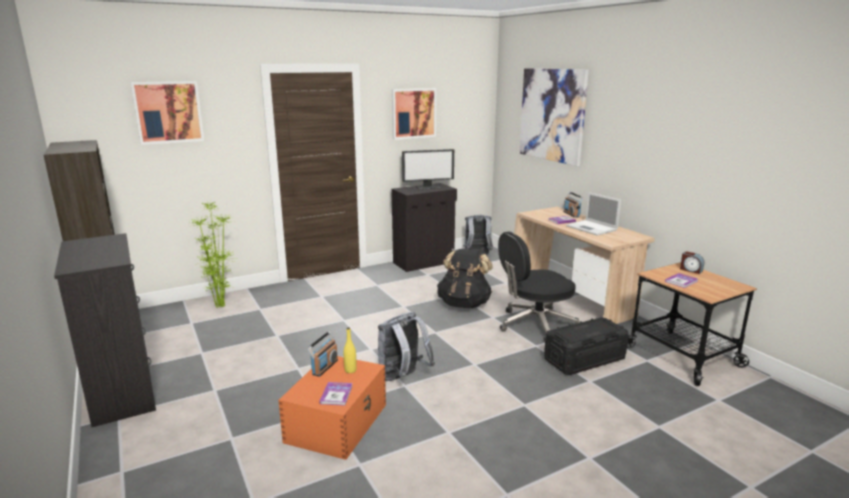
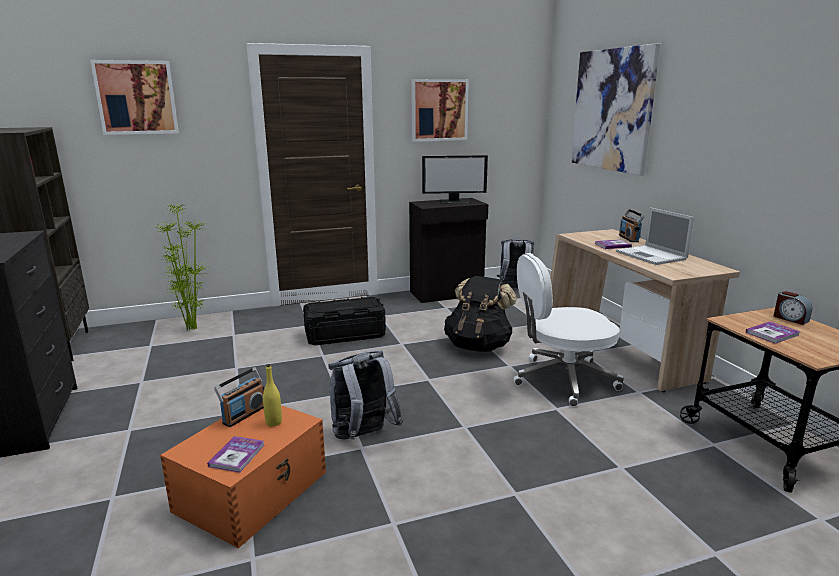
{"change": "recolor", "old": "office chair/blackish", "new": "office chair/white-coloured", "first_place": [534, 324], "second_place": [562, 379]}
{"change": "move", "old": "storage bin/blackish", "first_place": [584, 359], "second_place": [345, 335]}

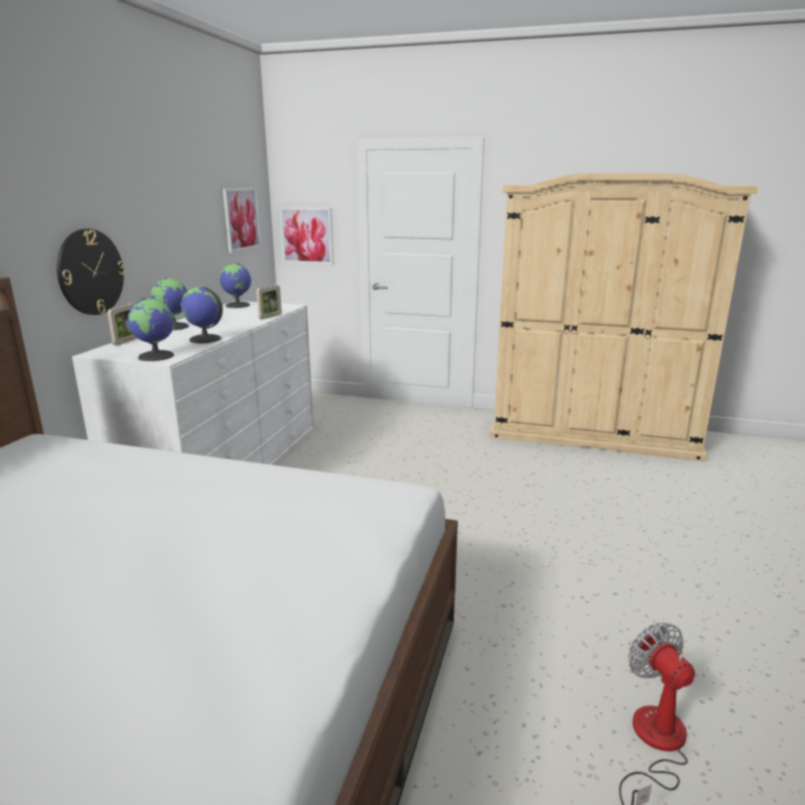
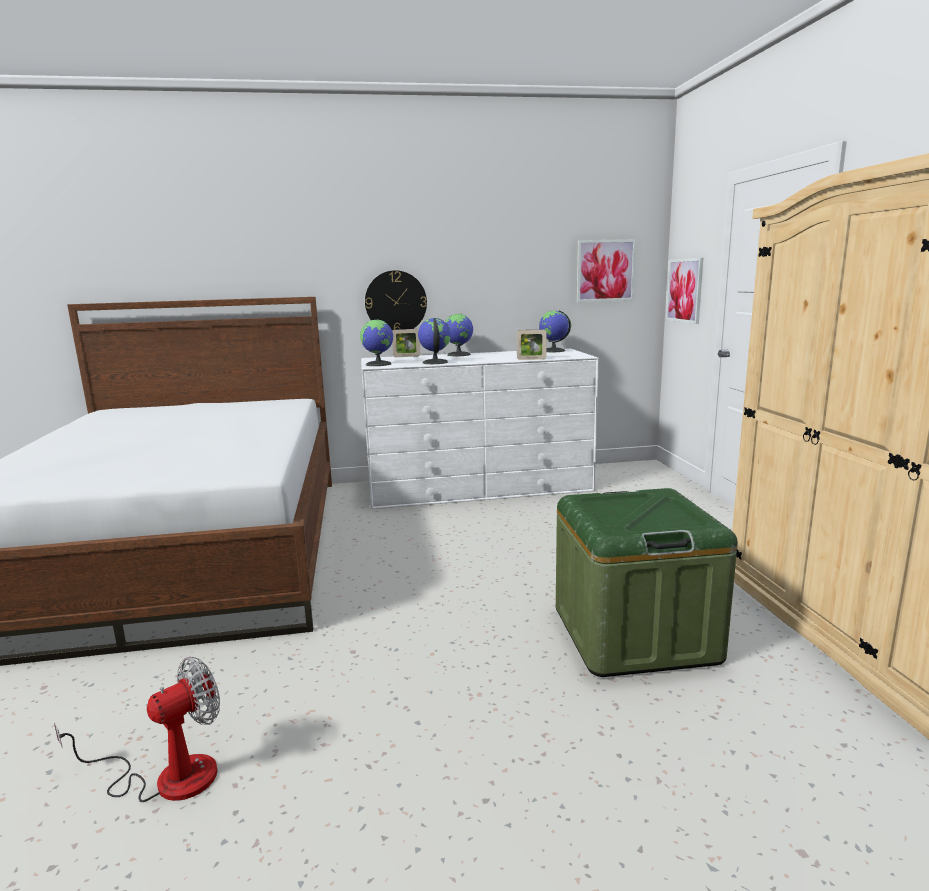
{"change": "insert", "new": "storage bin/green-coloured", "second_place": [634, 634]}

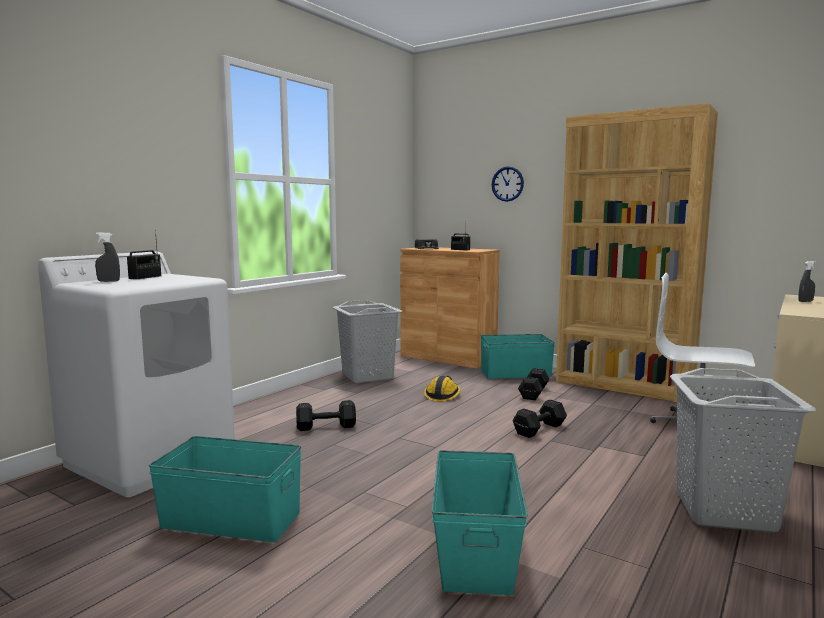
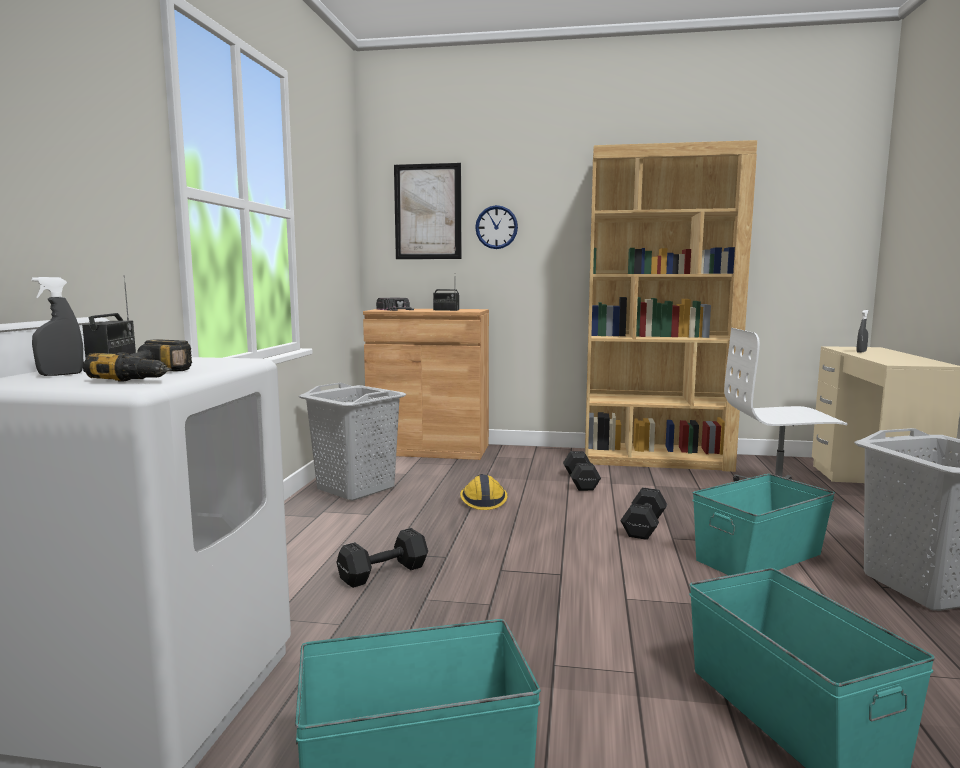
{"change": "move", "old": "storage bin/blue-green", "first_place": [515, 373], "second_place": [757, 556]}
{"change": "insert", "new": "wall picture", "second_place": [428, 212]}
{"change": "insert", "new": "electric drill", "second_place": [155, 376]}

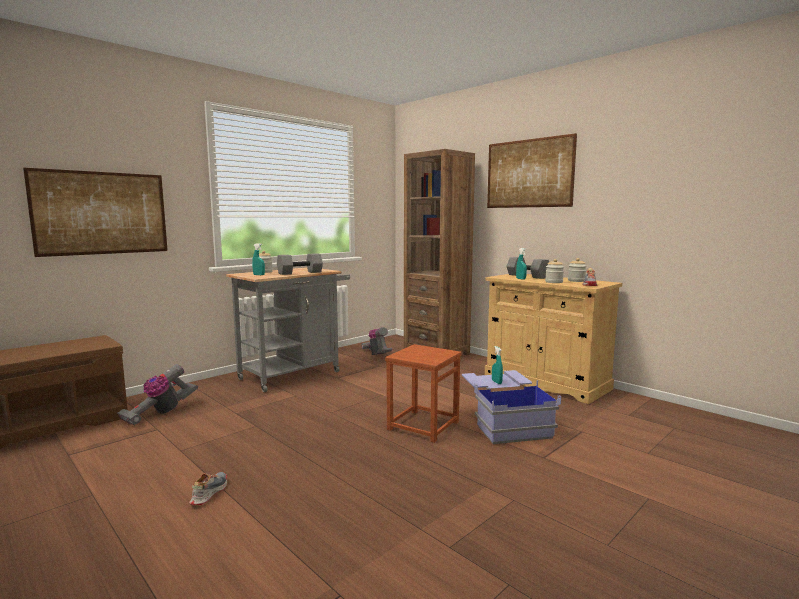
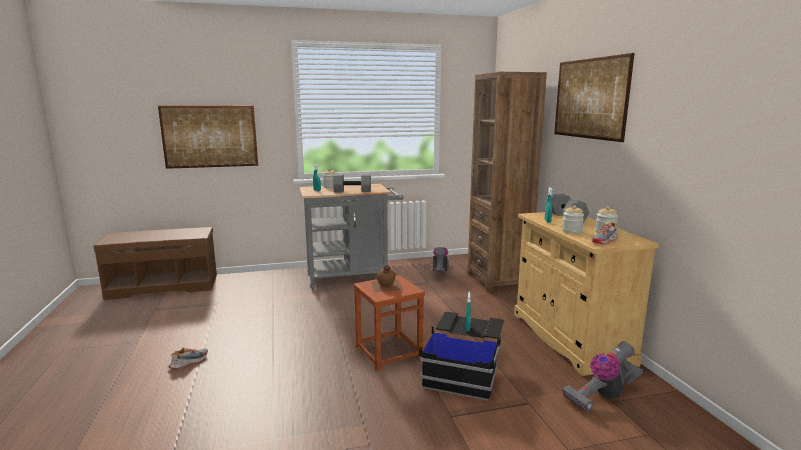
{"change": "move", "old": "vacuum", "first_place": [160, 413], "second_place": [602, 396]}
{"change": "recolor", "old": "storage bin/blue-coloured", "new": "storage bin/blackish", "first_place": [504, 422], "second_place": [464, 370]}
{"change": "insert", "new": "bottle/brownish", "second_place": [386, 285]}

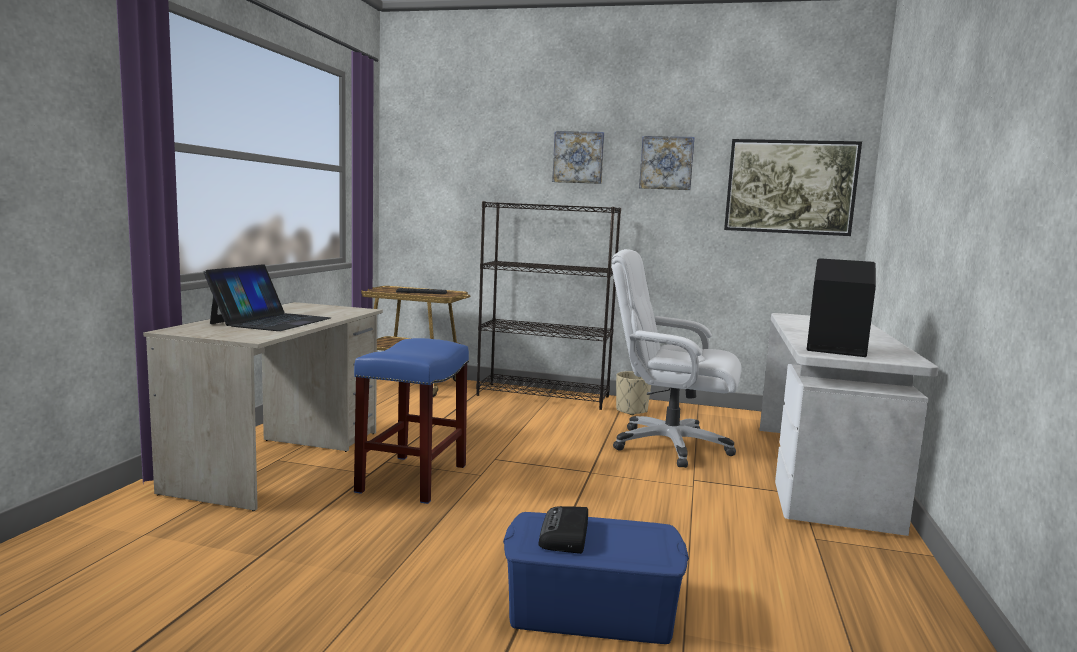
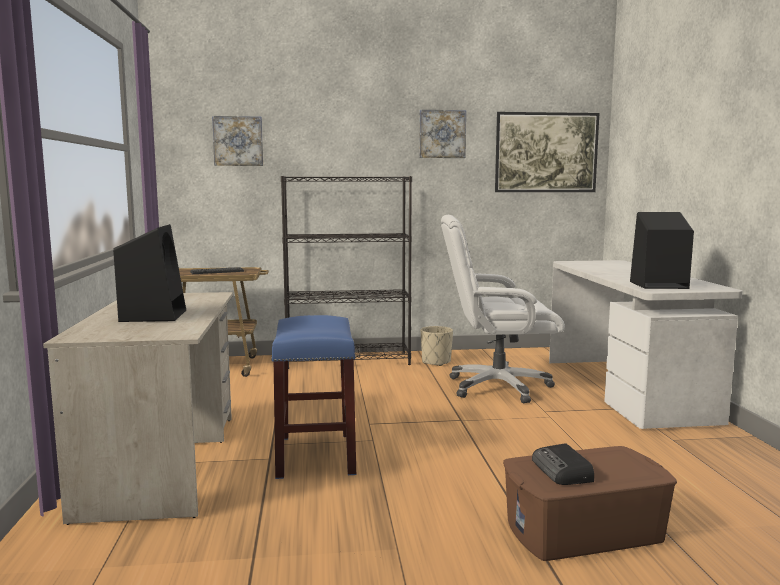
{"change": "move", "old": "wall picture", "first_place": [578, 157], "second_place": [238, 141]}
{"change": "replace", "old": "portable computer", "new": "audio speaker/blackish", "first_place": [271, 321], "second_place": [153, 315]}
{"change": "recolor", "old": "storage bin/blue-coloured", "new": "storage bin/brownish", "first_place": [591, 610], "second_place": [584, 531]}

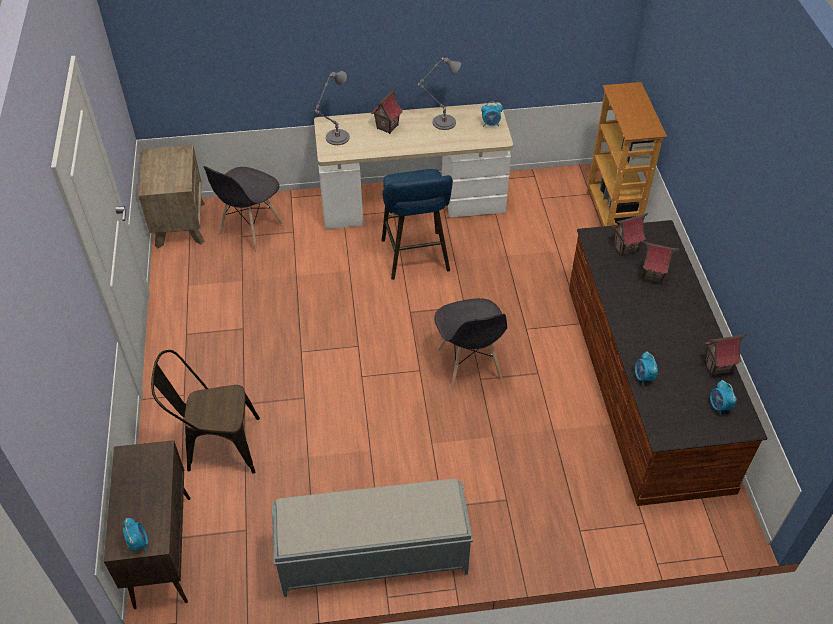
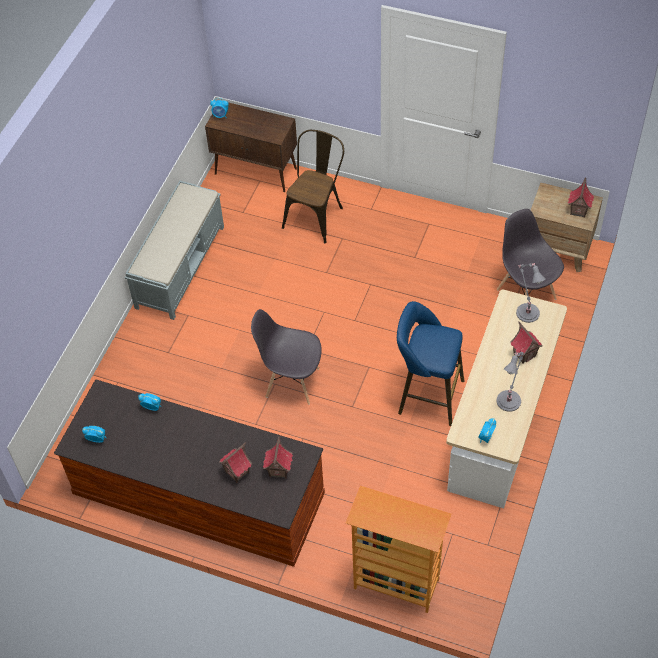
{"change": "move", "old": "toy house", "first_place": [717, 367], "second_place": [578, 211]}

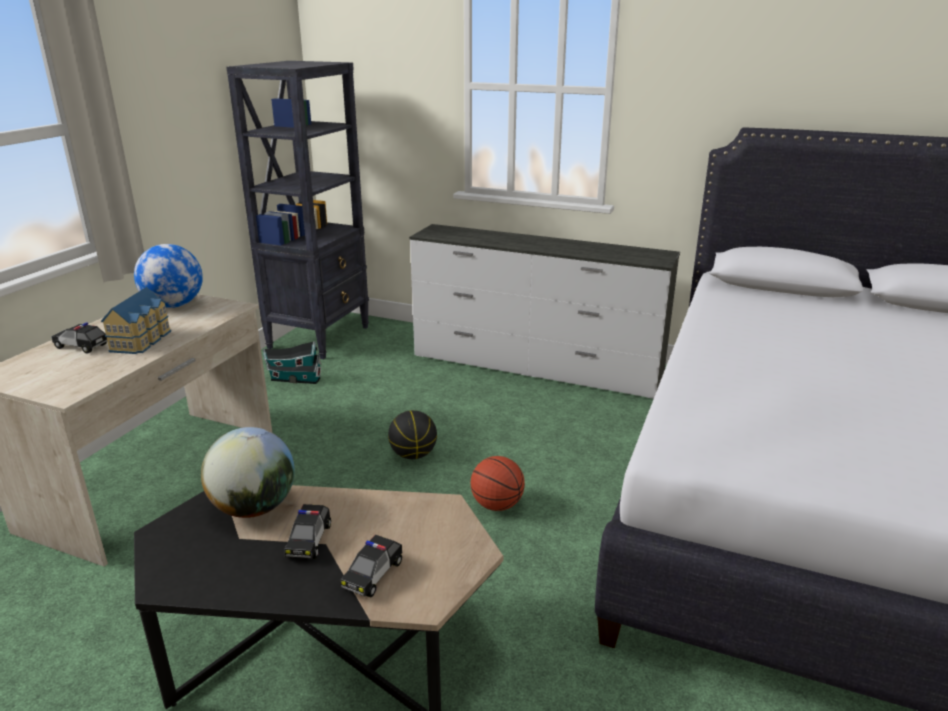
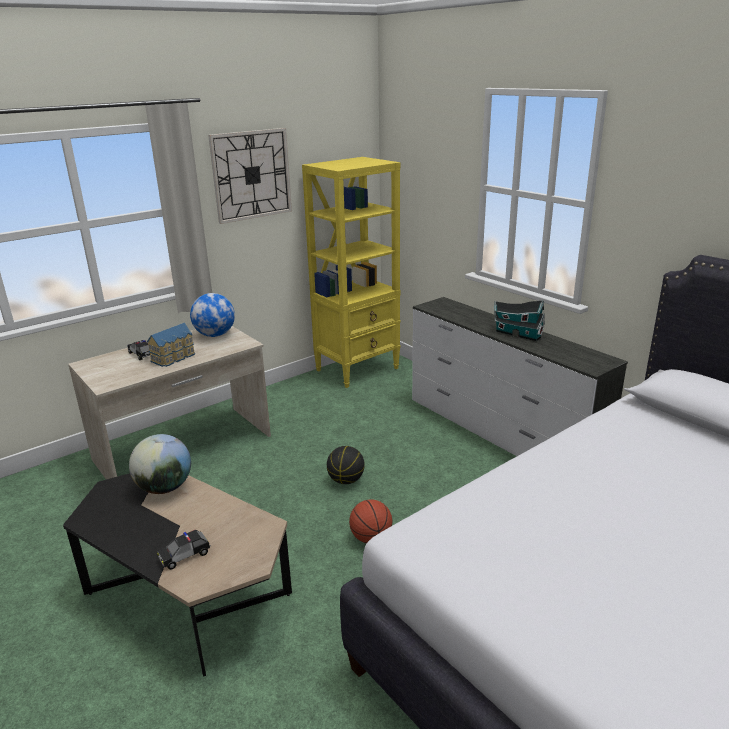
{"change": "recolor", "old": "bookshelf/blackish", "new": "bookshelf/yellowish", "first_place": [320, 337], "second_place": [358, 369]}
{"change": "move", "old": "toy house", "first_place": [294, 379], "second_place": [516, 334]}
{"change": "delete", "old": "model car", "first_place": [309, 540]}
{"change": "insert", "new": "clock on the wall", "second_place": [251, 175]}

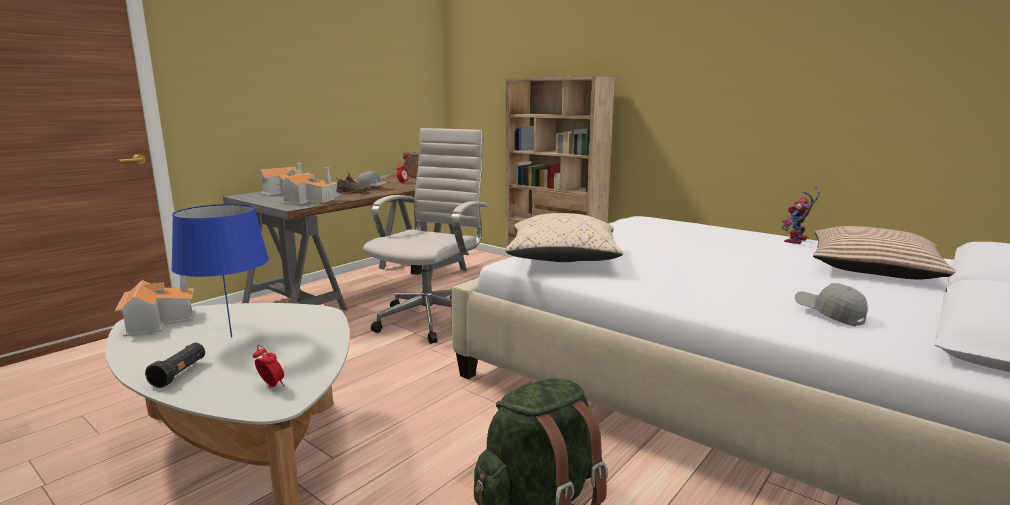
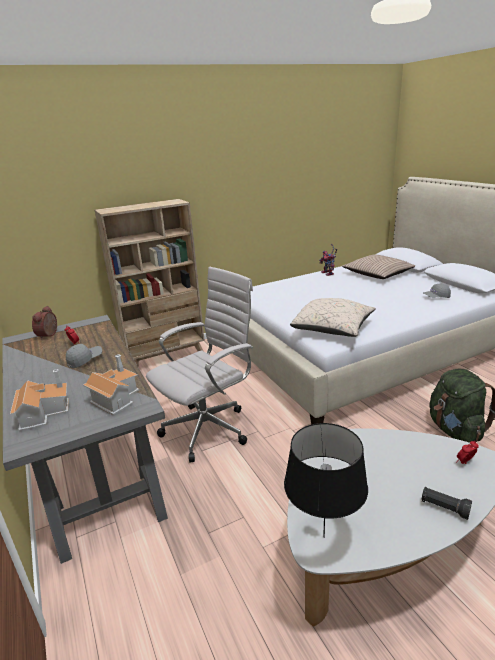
{"change": "rotate", "old": "office chair/white-coloured", "first_place": [431, 319], "second_place": [209, 428], "degrees": 90}
{"change": "delete", "old": "shoe/blackish", "first_place": [353, 193]}
{"change": "delete", "old": "tabletop lamp/blue-coloured", "first_place": [232, 337]}
{"change": "replace", "old": "toy house", "new": "tabletop lamp/blackish", "first_place": [159, 321], "second_place": [323, 537]}

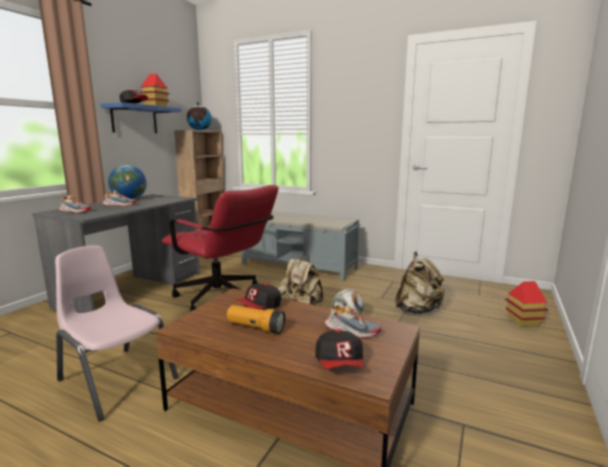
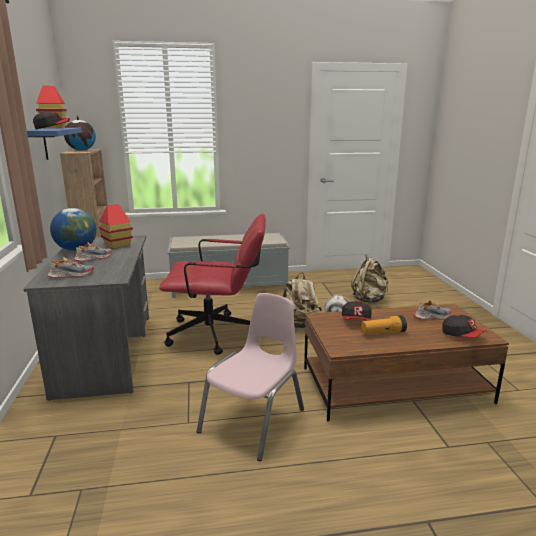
{"change": "rotate", "old": "chair/pink", "first_place": [117, 379], "second_place": [254, 421], "degrees": 120}
{"change": "move", "old": "toy house", "first_place": [523, 321], "second_place": [117, 244]}

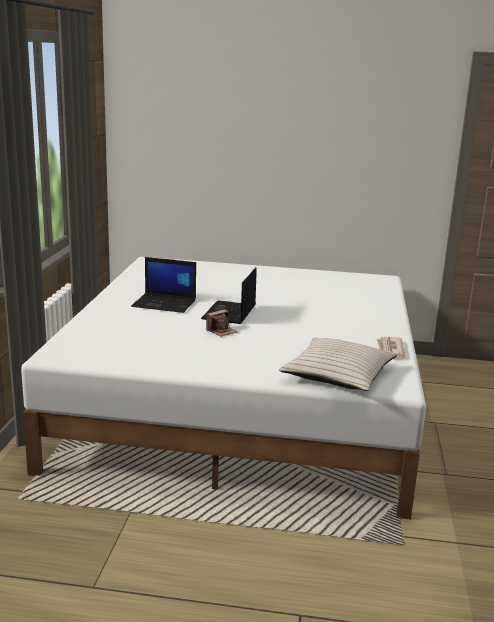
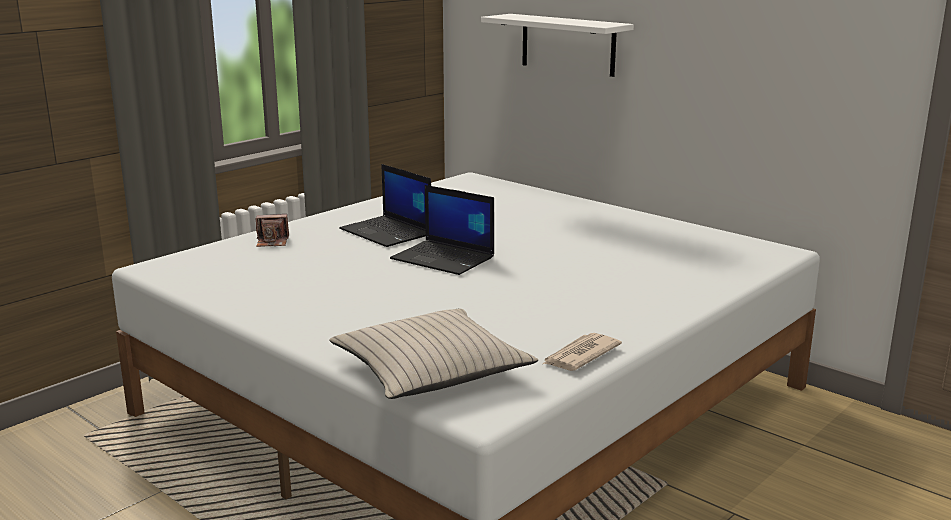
{"change": "rotate", "old": "portable computer", "first_place": [229, 313], "second_place": [444, 258], "degrees": -105}
{"change": "move", "old": "photo camera", "first_place": [221, 331], "second_place": [272, 242]}
{"change": "insert", "new": "shelf/white-coloured", "second_place": [568, 44]}

